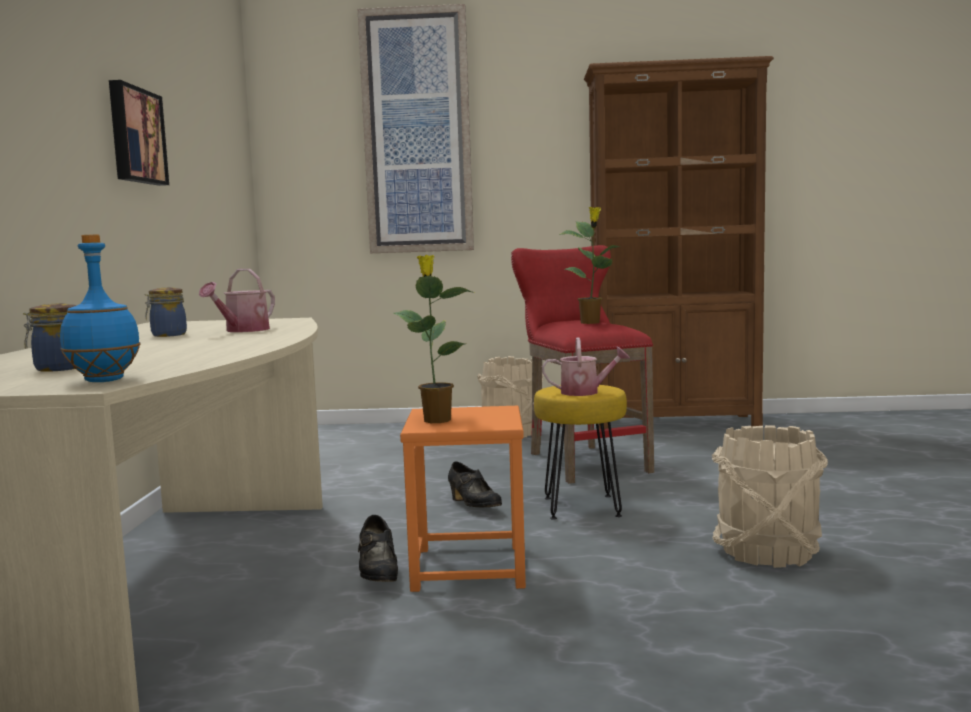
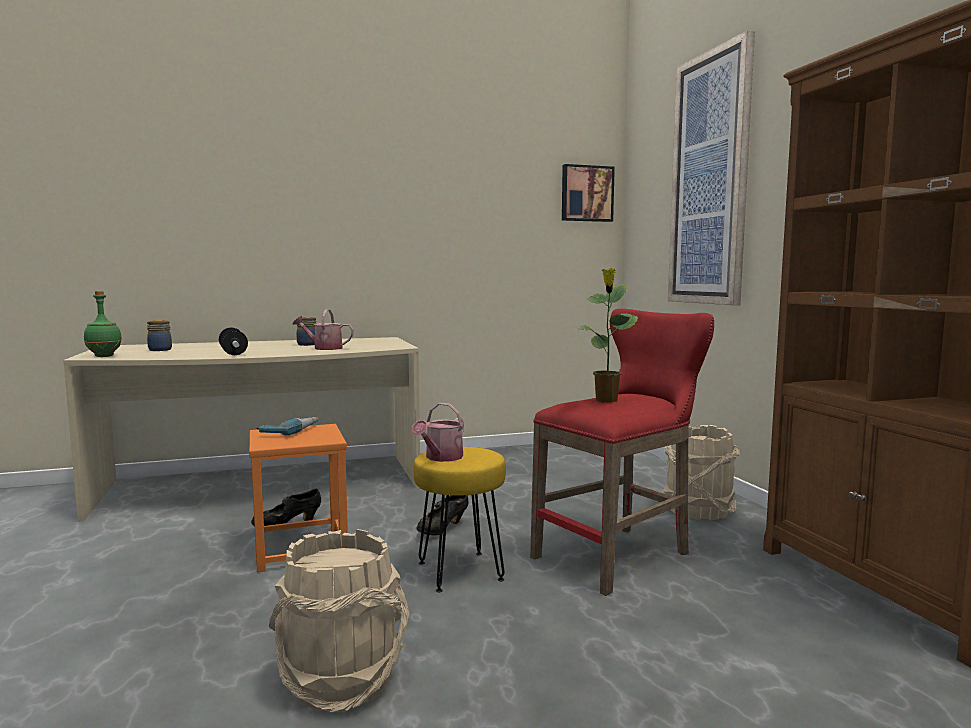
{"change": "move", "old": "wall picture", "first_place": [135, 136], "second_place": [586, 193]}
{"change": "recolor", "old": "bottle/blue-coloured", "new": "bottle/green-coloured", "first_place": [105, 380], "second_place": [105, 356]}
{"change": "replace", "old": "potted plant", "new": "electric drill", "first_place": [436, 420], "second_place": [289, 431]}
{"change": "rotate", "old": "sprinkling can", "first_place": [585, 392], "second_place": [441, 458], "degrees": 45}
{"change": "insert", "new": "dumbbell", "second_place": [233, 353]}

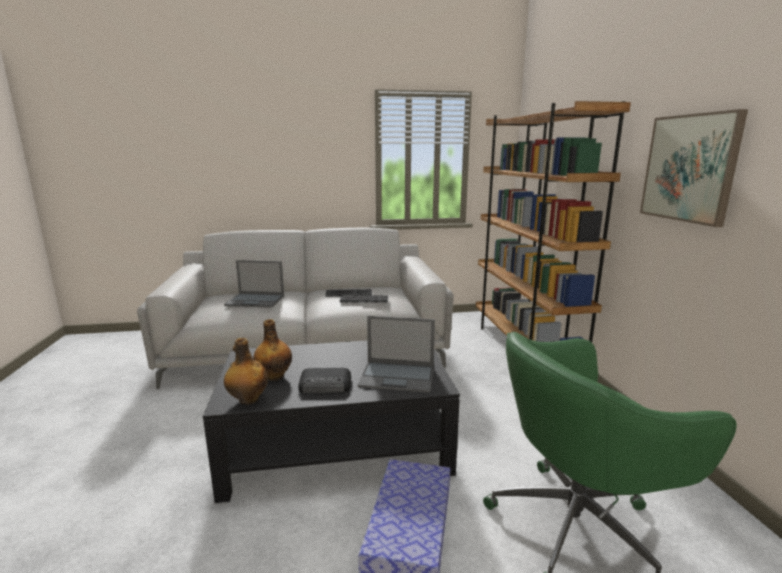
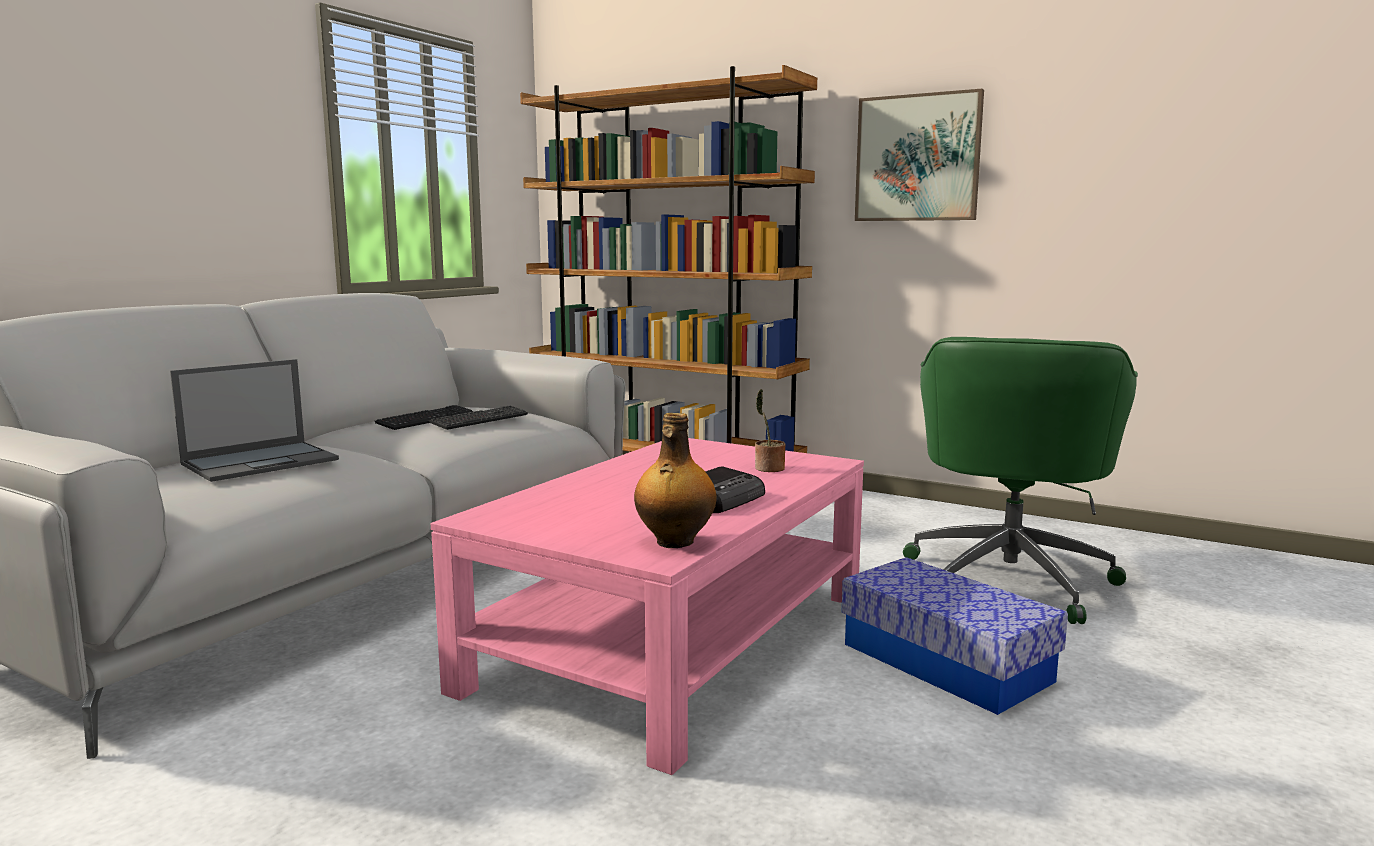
{"change": "replace", "old": "portable computer", "new": "potted plant", "first_place": [398, 376], "second_place": [768, 469]}
{"change": "delete", "old": "bottle", "first_place": [274, 376]}
{"change": "recolor", "old": "coffee table/blackish", "new": "coffee table/pink", "first_place": [338, 444], "second_place": [674, 639]}

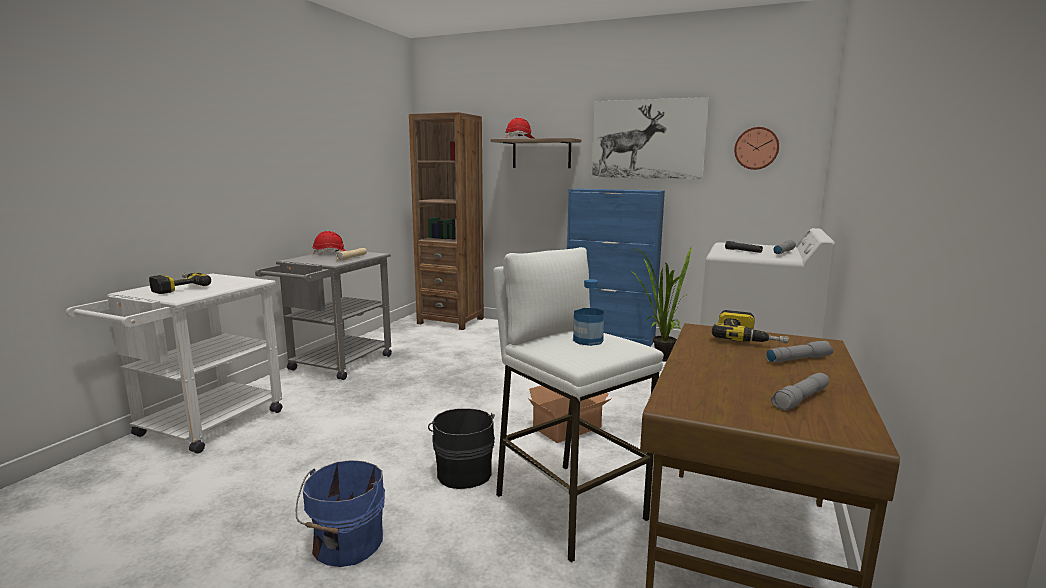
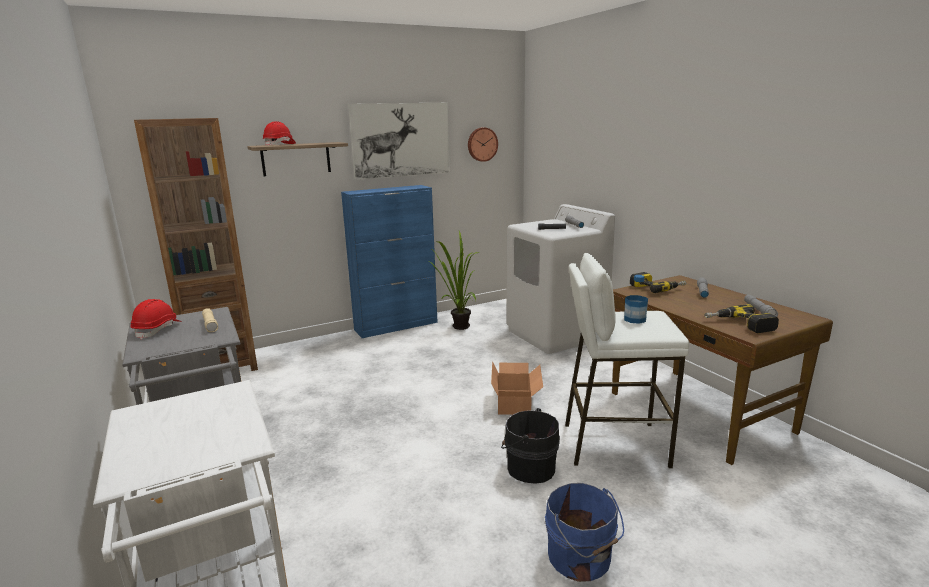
{"change": "move", "old": "electric drill", "first_place": [177, 288], "second_place": [739, 325]}

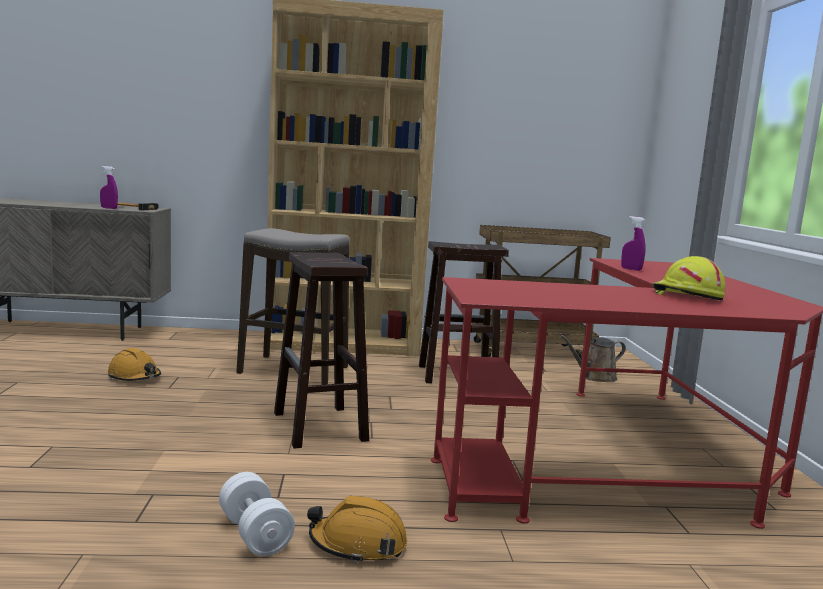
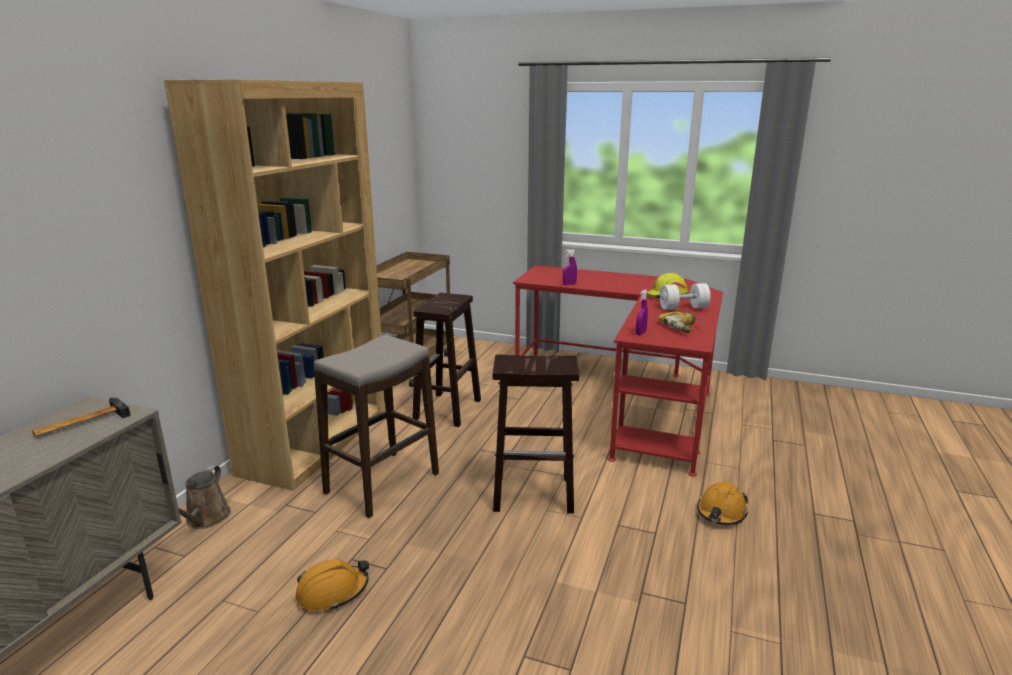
{"change": "move", "old": "sprayer/purple-coloured", "first_place": [109, 208], "second_place": [640, 333]}
{"change": "move", "old": "sprinkling can/brownish", "first_place": [595, 377], "second_place": [206, 519]}
{"change": "move", "old": "dumbbell/white-coloured", "first_place": [255, 534], "second_place": [683, 308]}
{"change": "insert", "new": "electric drill", "second_place": [682, 326]}

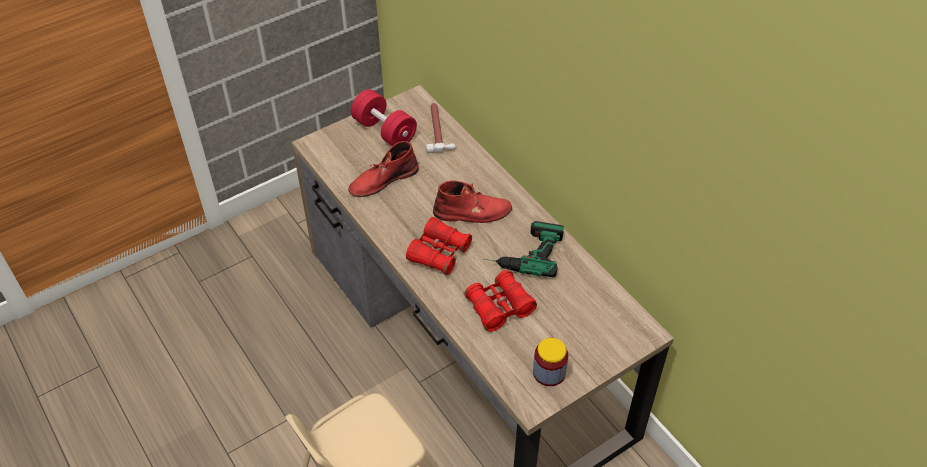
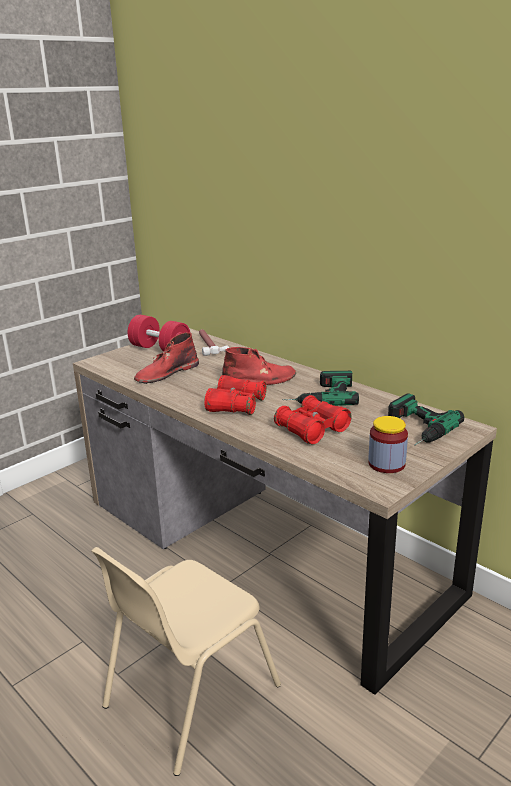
{"change": "insert", "new": "electric drill", "second_place": [414, 429]}

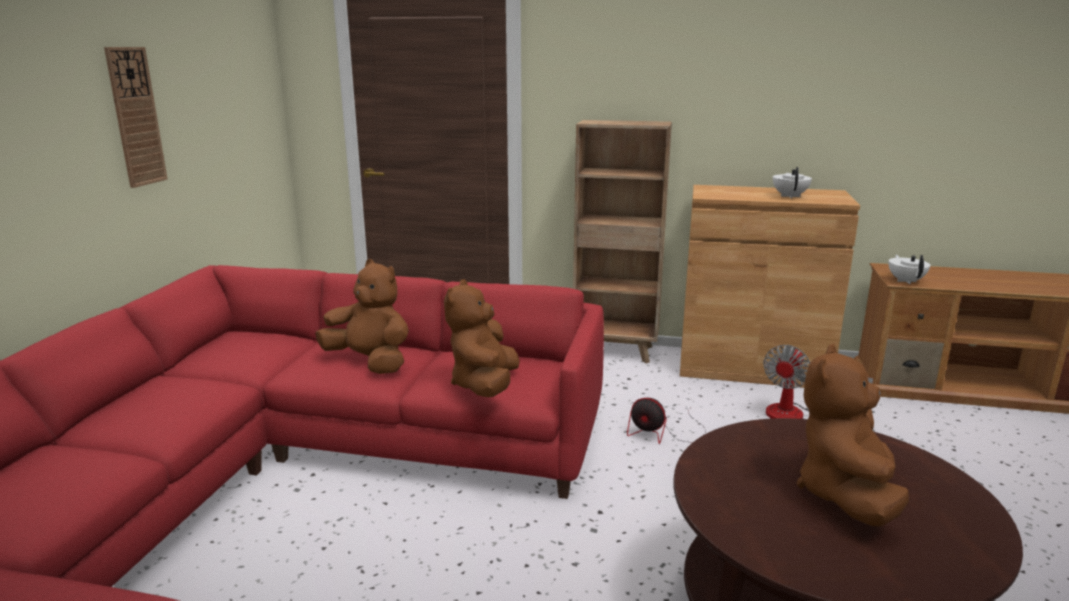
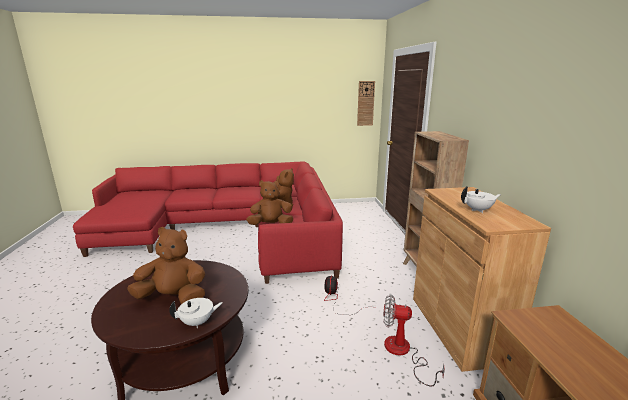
{"change": "move", "old": "clock on the wall", "first_place": [135, 117], "second_place": [365, 103]}
{"change": "move", "old": "tea pot/white-coloured", "first_place": [906, 281], "second_place": [198, 322]}

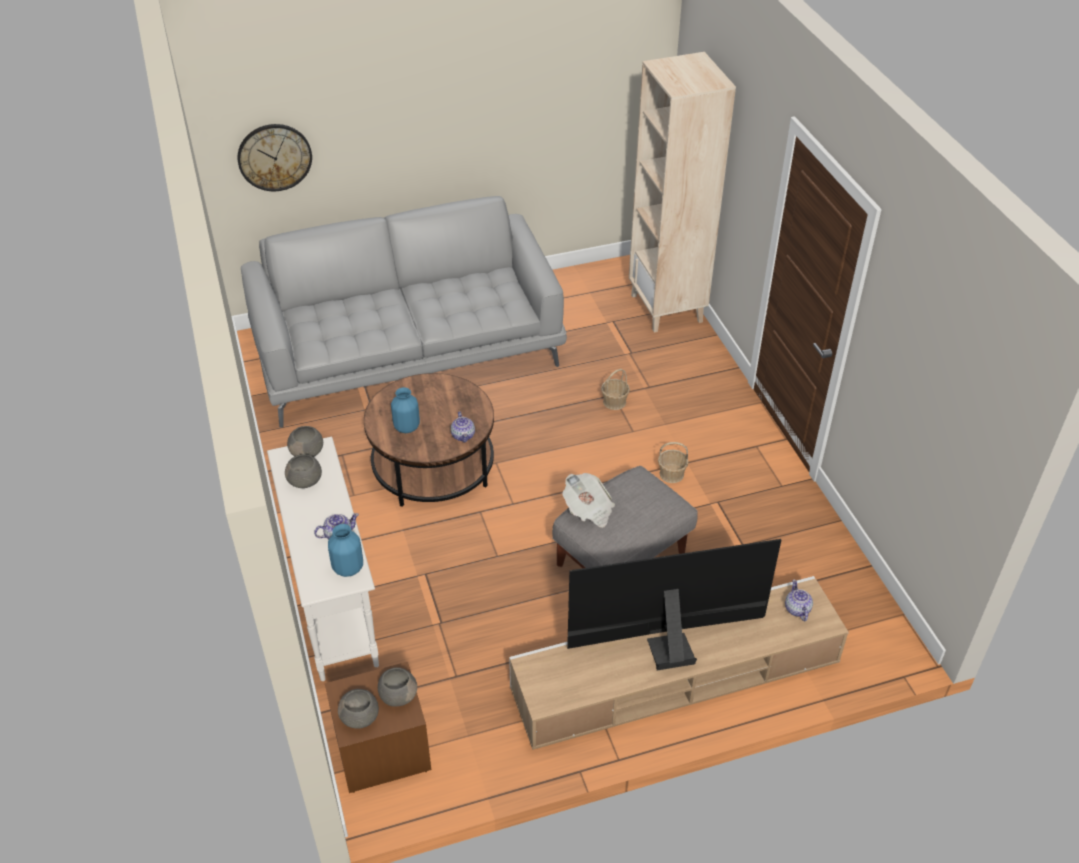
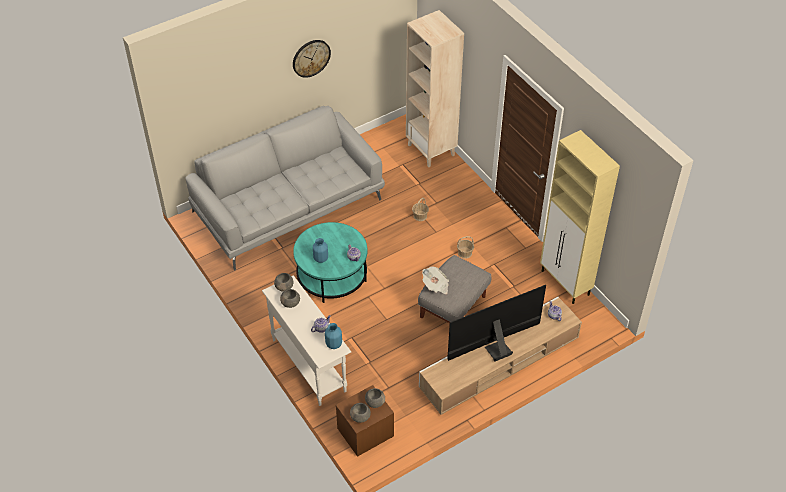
{"change": "move", "old": "clock on the wall", "first_place": [274, 157], "second_place": [311, 58]}
{"change": "recolor", "old": "coffee table/brownish", "new": "coffee table/blue-green", "first_place": [433, 466], "second_place": [332, 275]}
{"change": "insert", "new": "storage cabinet/beige", "second_place": [565, 283]}

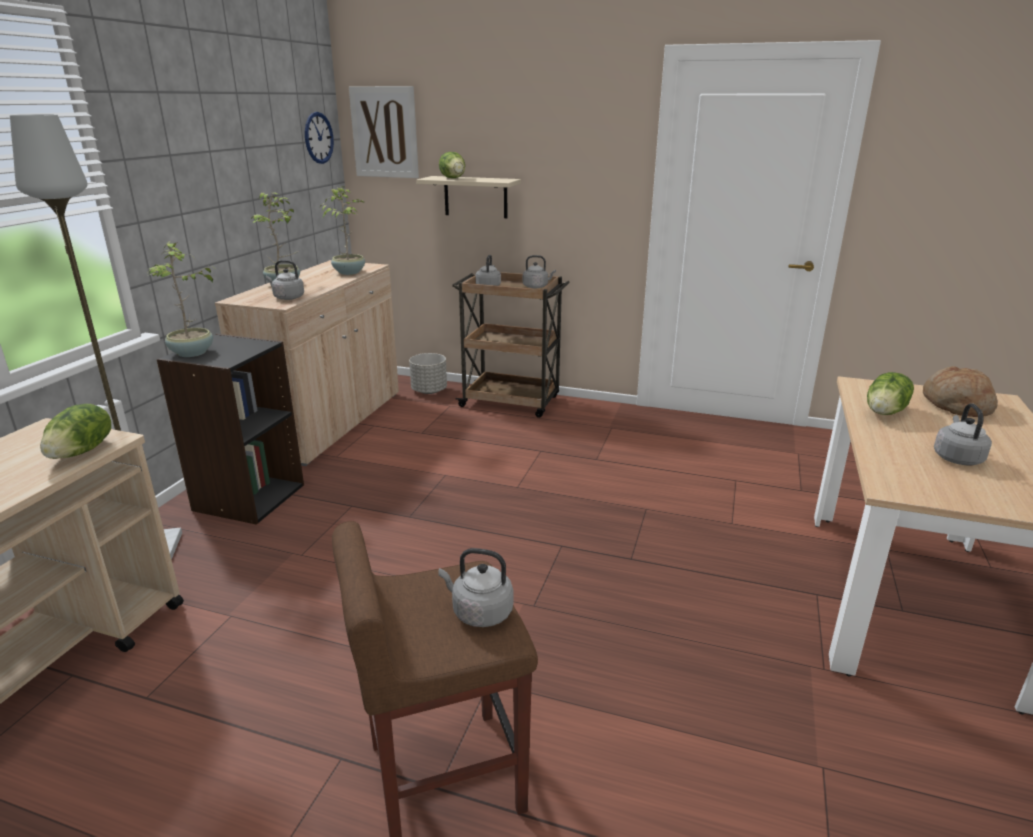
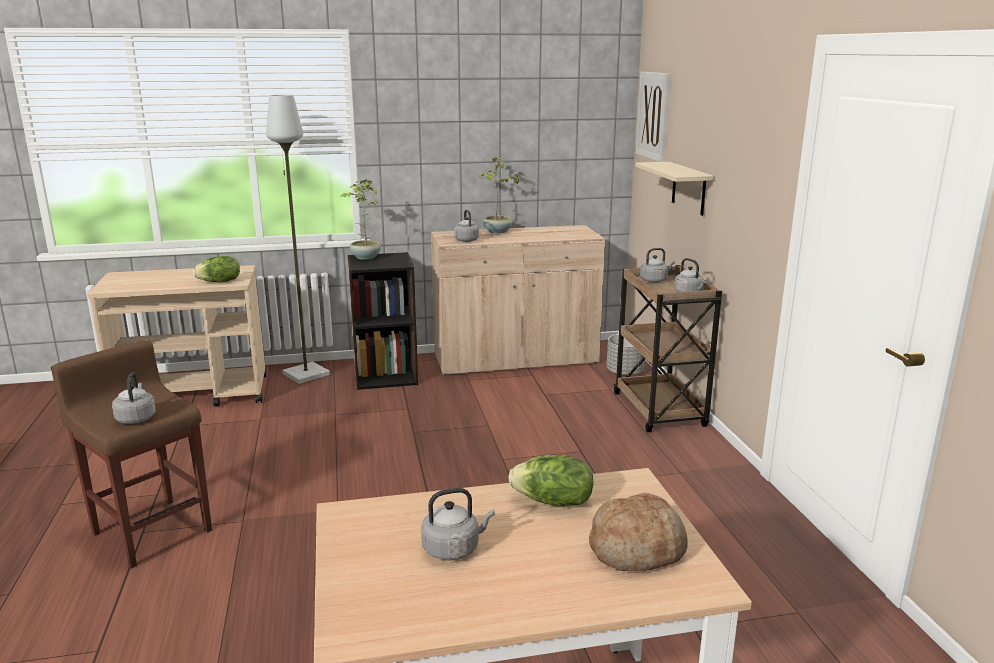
{"change": "delete", "old": "clock on the wall", "first_place": [318, 138]}
{"change": "delete", "old": "head of lettuce", "first_place": [453, 178]}
{"change": "delete", "old": "potted plant", "first_place": [349, 272]}

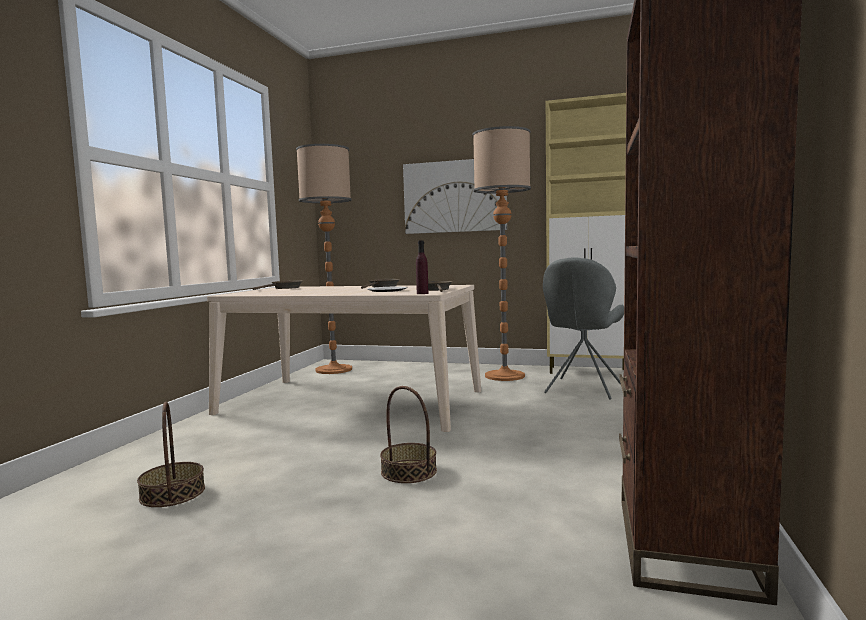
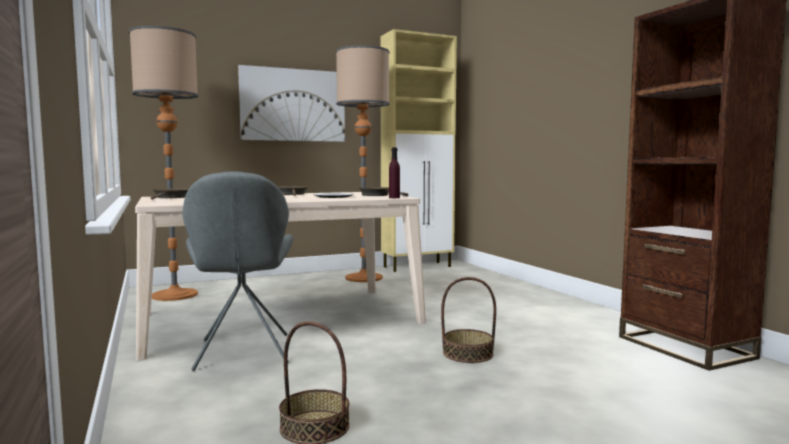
{"change": "move", "old": "chair/greyish", "first_place": [582, 389], "second_place": [243, 353]}

